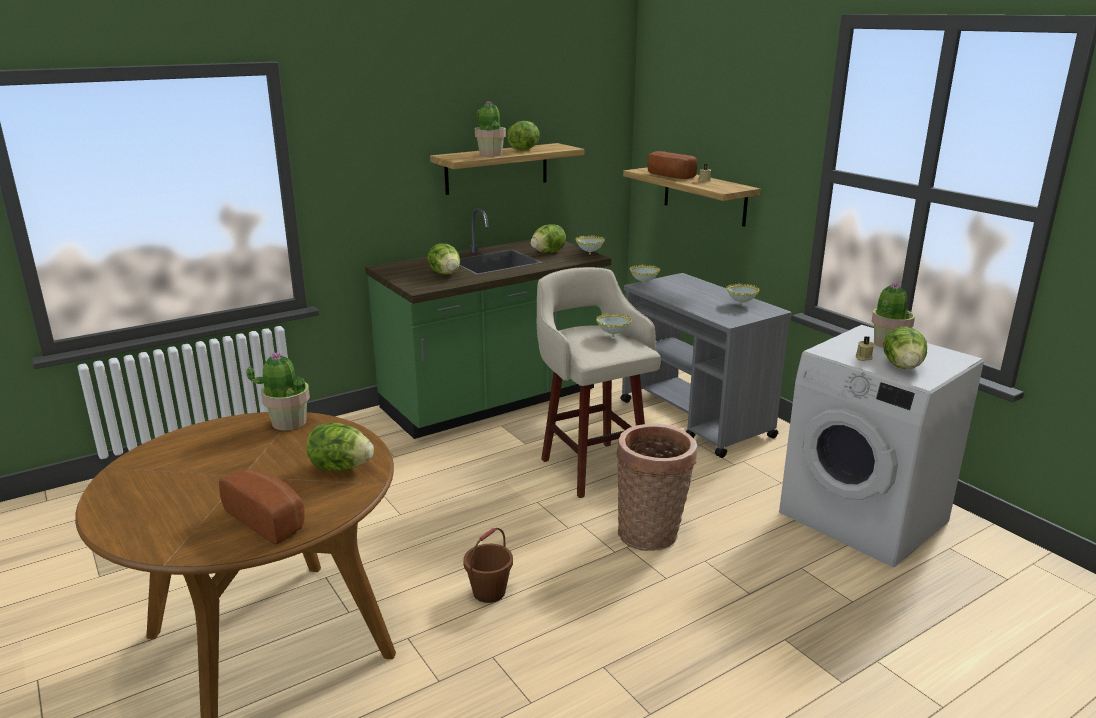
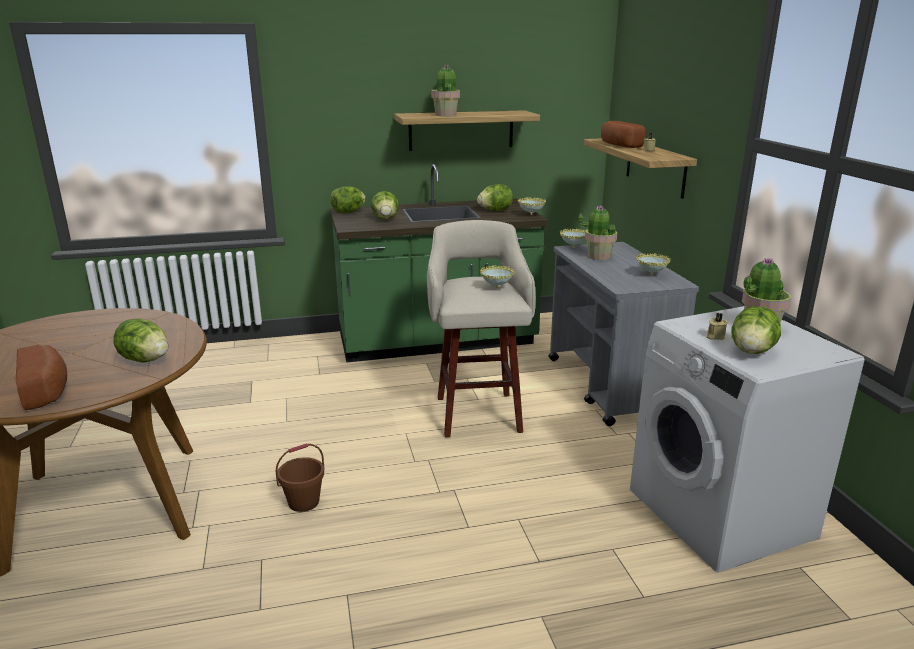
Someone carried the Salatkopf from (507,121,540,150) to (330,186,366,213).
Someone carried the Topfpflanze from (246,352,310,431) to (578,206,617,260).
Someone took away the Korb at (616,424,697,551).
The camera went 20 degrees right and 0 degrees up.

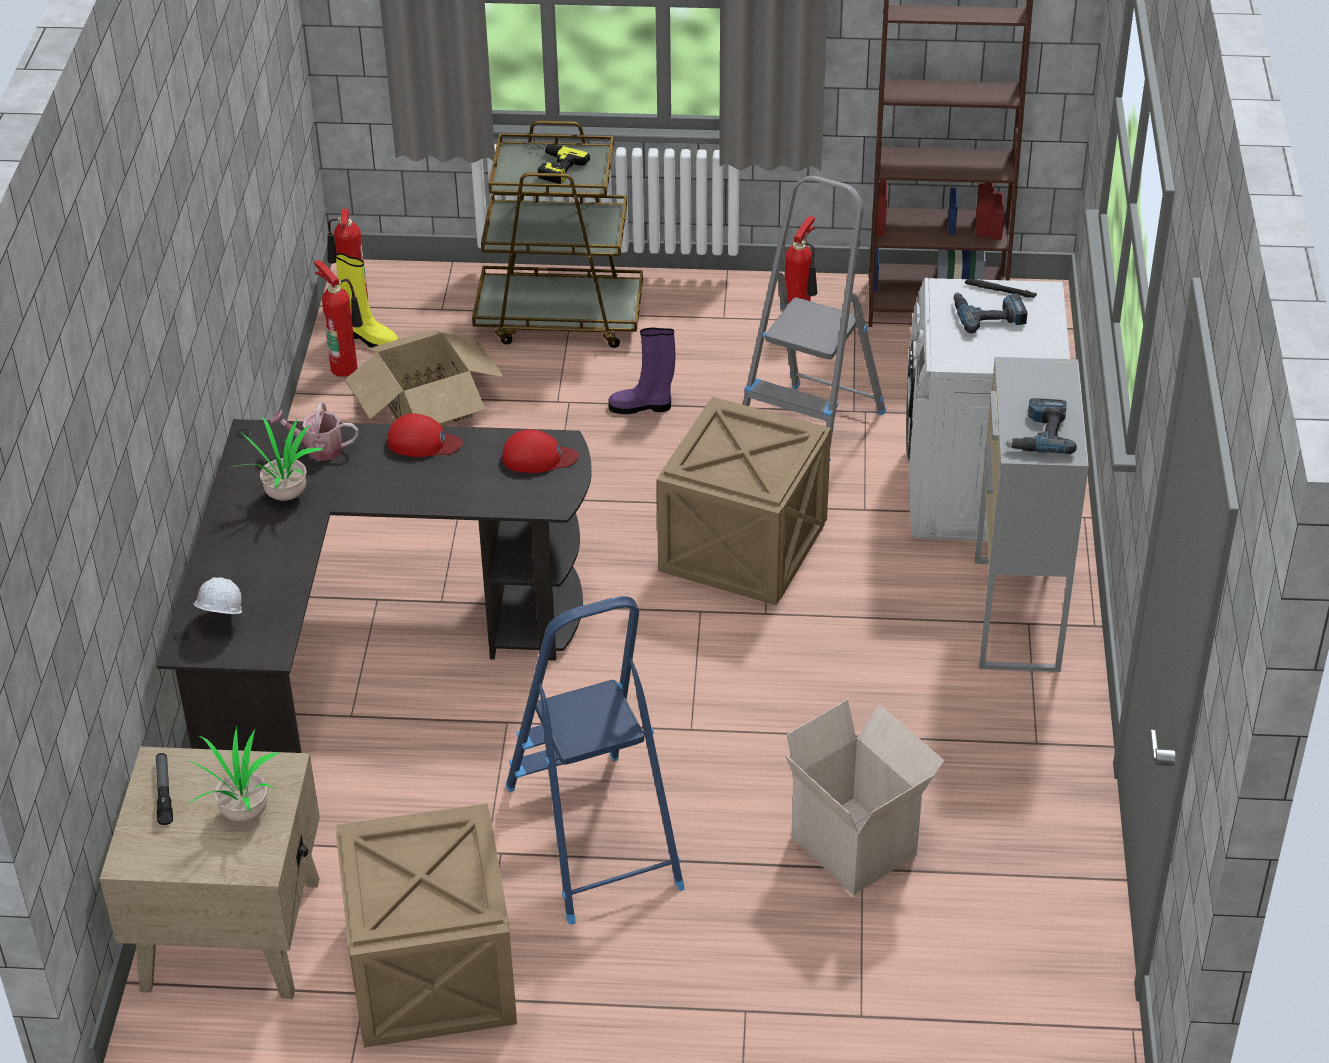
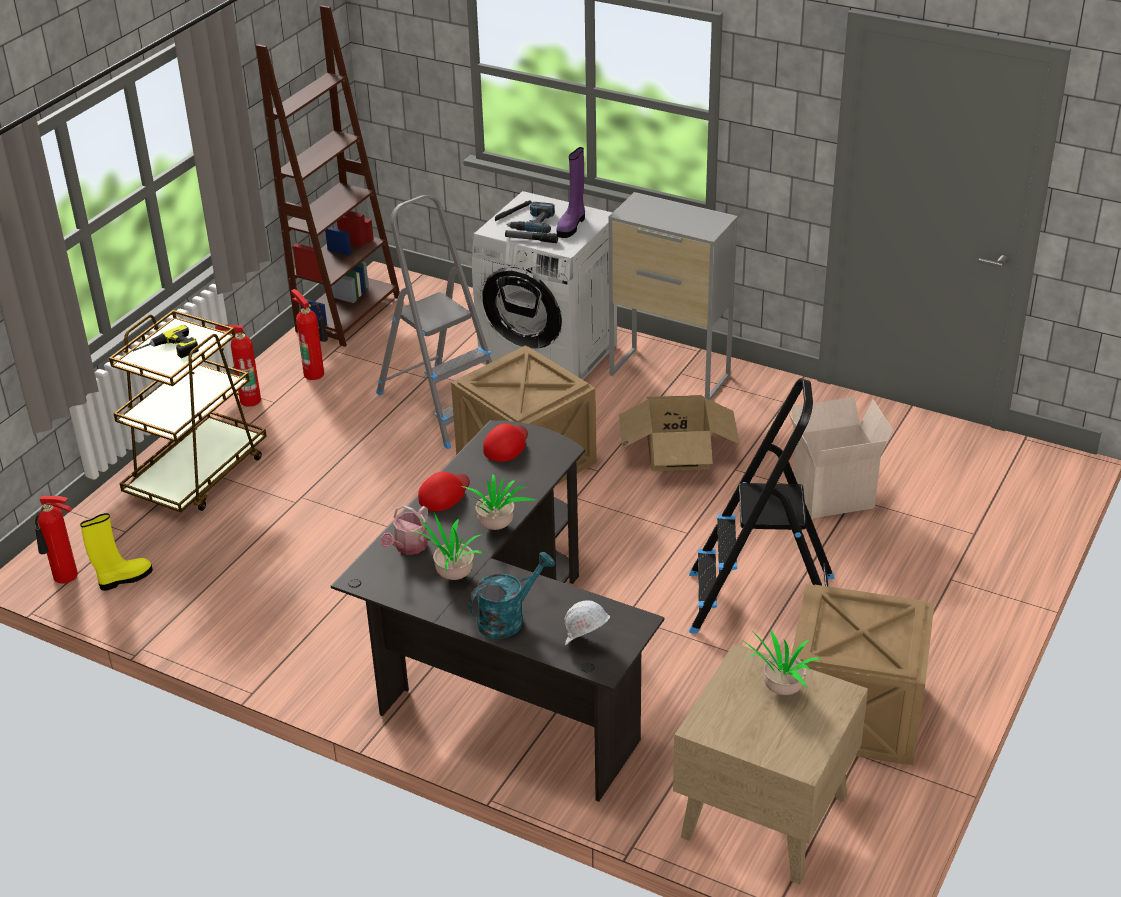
Someone carried the Feuerlöscher from (314,260,363,377) to (215,325,261,407).
Someone carried the Stiefel/lila from (608,328,675,414) to (556,147,585,238).
Someone carried the Karton from (345,330,505,426) to (619,395,740,471).
Someone took away the Bohrmaschine at (1005,398,1077,454).
Someone repainted the Trittleiter/blau at (506,596,685,925), which became the Trittleiter/schwarz at (689,378,835,633).
Someone carried the Taschenlampe from (156,753,173,825) to (505,230,558,243).
Someone put down the Topfpflanze at (461,474,536,530).
Someone put down the Gießkanne/türkis at (468,552,555,639).
The camera went 65 degrees left and 5 degrees down.

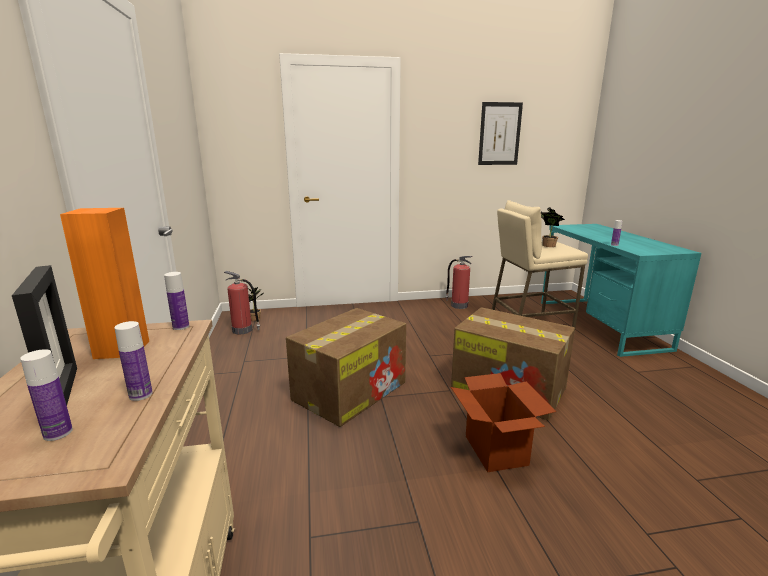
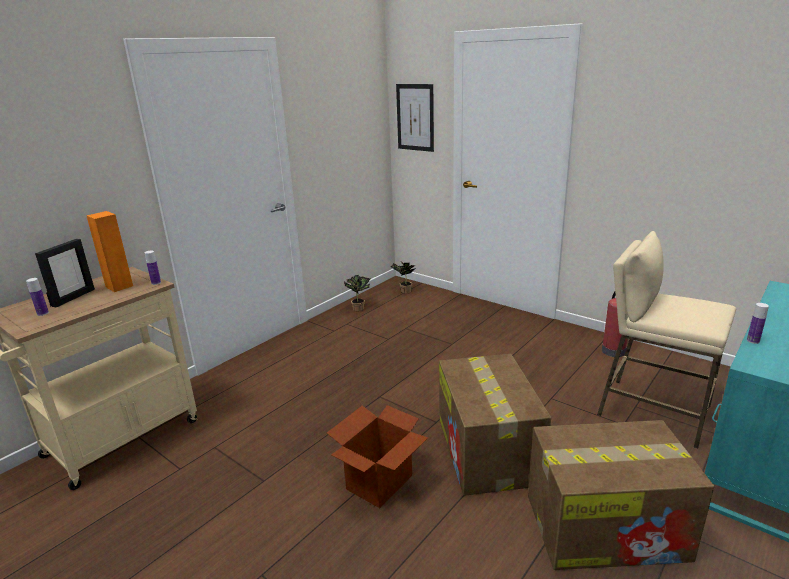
Someone carried the Bild from (478,102,523,165) to (396,84,434,152).
Someone carried the Topfpflanze from (541,207,565,247) to (344,275,370,311).
Someone took away the Feuerlöscher at (224,271,260,334).
Someone carried the Karton from (286,308,406,427) to (528,420,714,570).
Someone took away the Flasche at (114,321,153,401).
The camera went 50 degrees right and 5 degrees up.

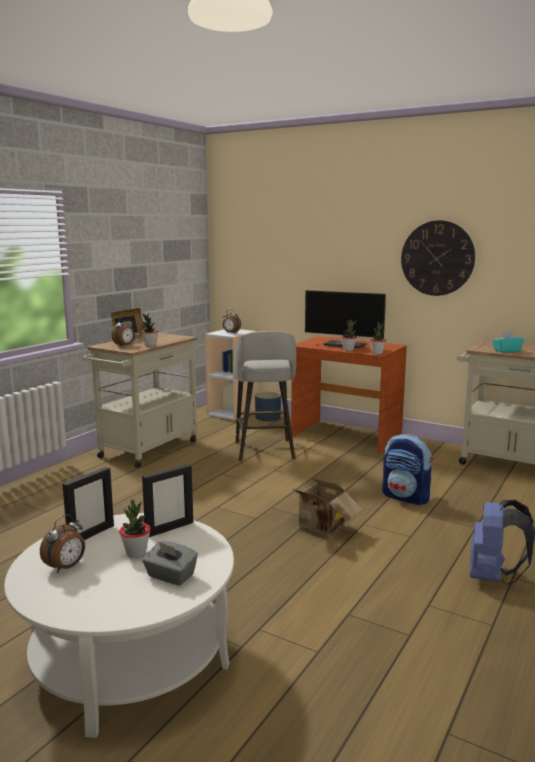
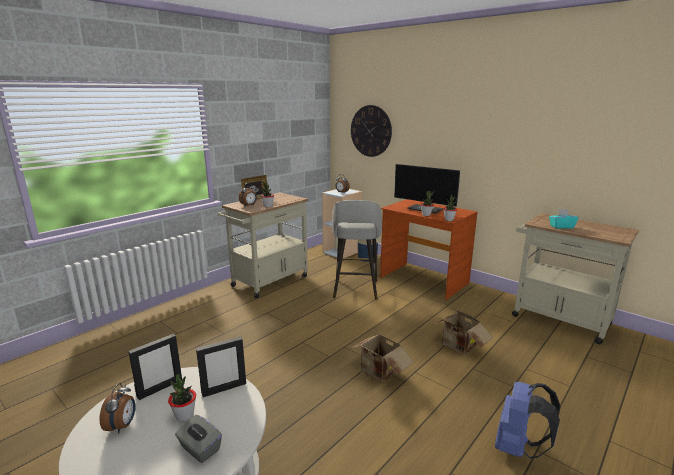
Someone carried the Wanduhr from (401,220,475,296) to (351,105,392,157).
Someone swapped the Rucksack at (382,434,434,505) for the Karton at (432,309,493,355).
Someone rotated the Wecker at (40,514,85,573) by 45 degrees counterclockwise.
The camera went 10 degrees right and 5 degrees up.

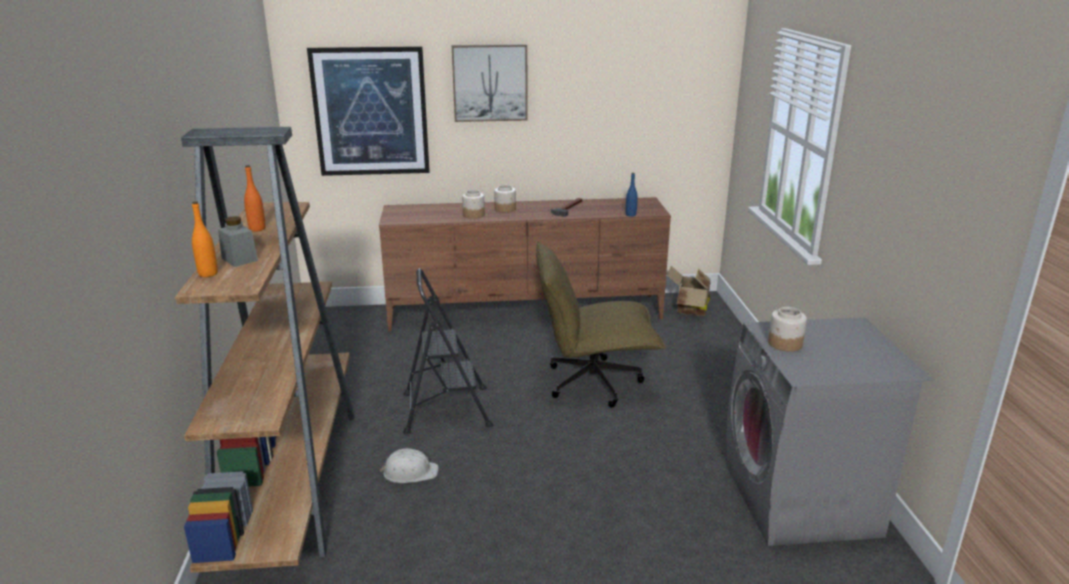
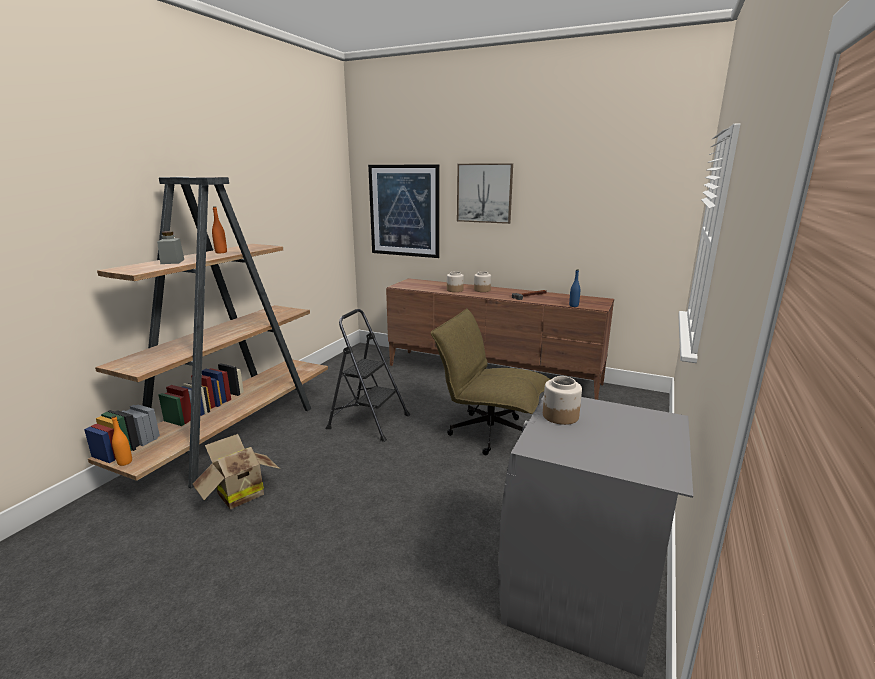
Someone carried the Flasche/orange from (192,201,218,277) to (112,415,132,466).
Someone carried the Karton from (667,266,711,316) to (192,434,280,509).
Someone took away the Schutzhelm/weiß at (379,448,439,483).
The camera went 30 degrees right and 5 degrees down.

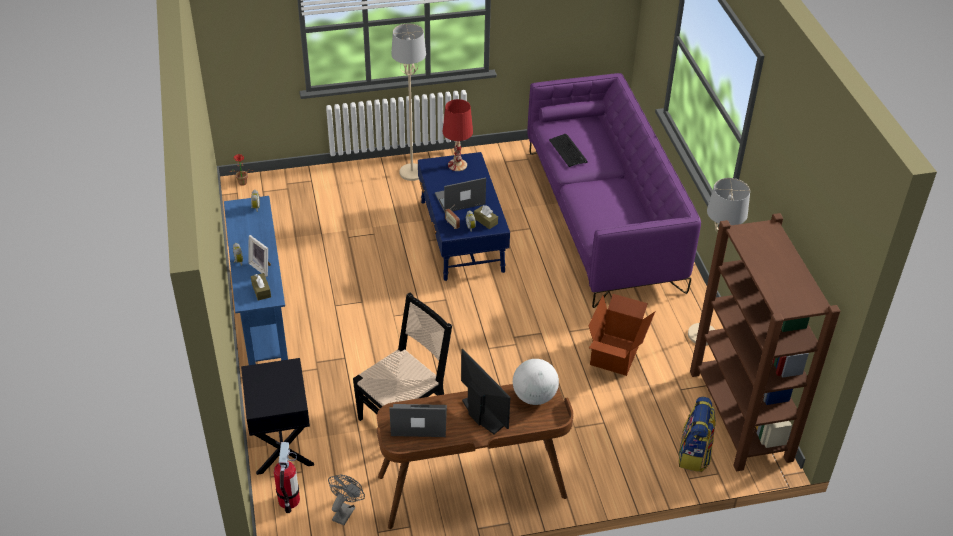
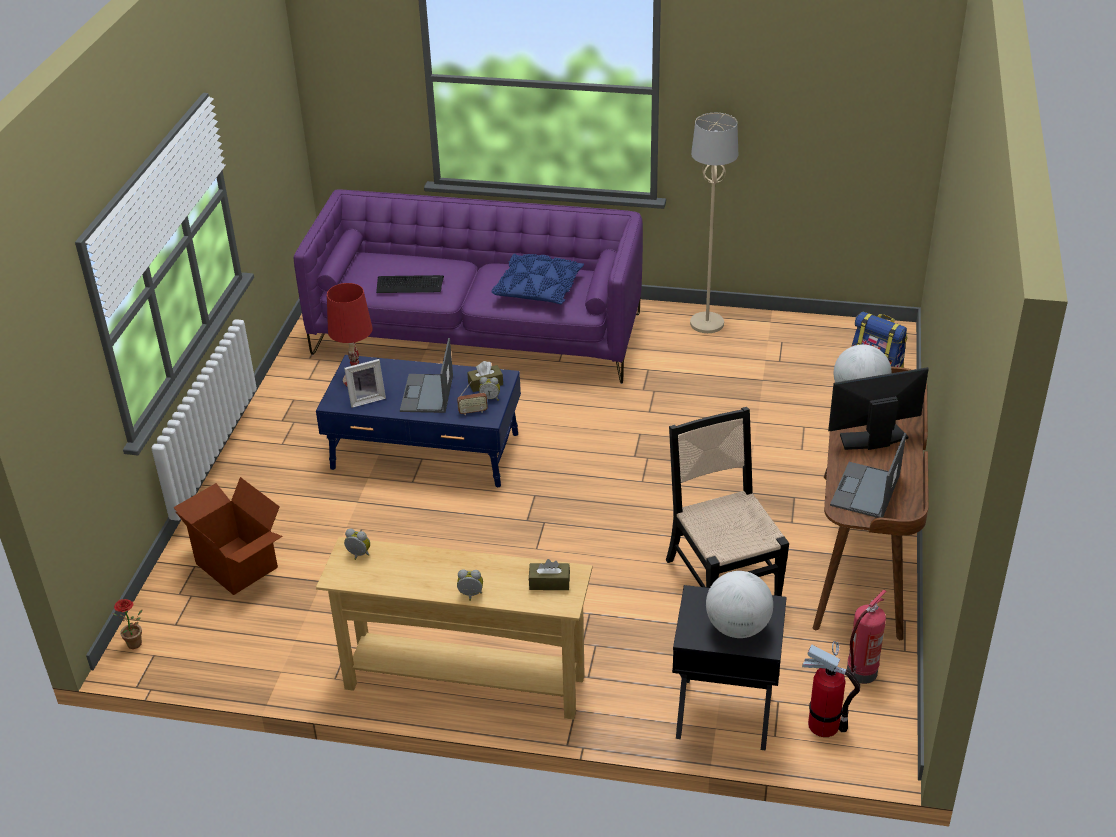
Someone took away the Stehlampe/beige at (391,24,426,181).
Someone repainted the Konsolentisch/blau at (224,196,288,365), which became the Konsolentisch/beige at (316,537,593,720).
Someone took away the Bücherregal/braun at (690,213,840,471).
Someone carried the Bilderrahmen from (248,235,271,277) to (344,359,386,408).
Someone carried the Karton from (589,294,656,376) to (173,477,283,595).
Someone swapped the Ventilator/grau at (328,475,365,525) for the Feuerlöscher at (847,590,887,684).
Someone put down the Kissen/blau at (492,254,584,304).
Someone put down the Globus at (706,571,773,638).
The camera went 65 degrees left and 5 degrees down.

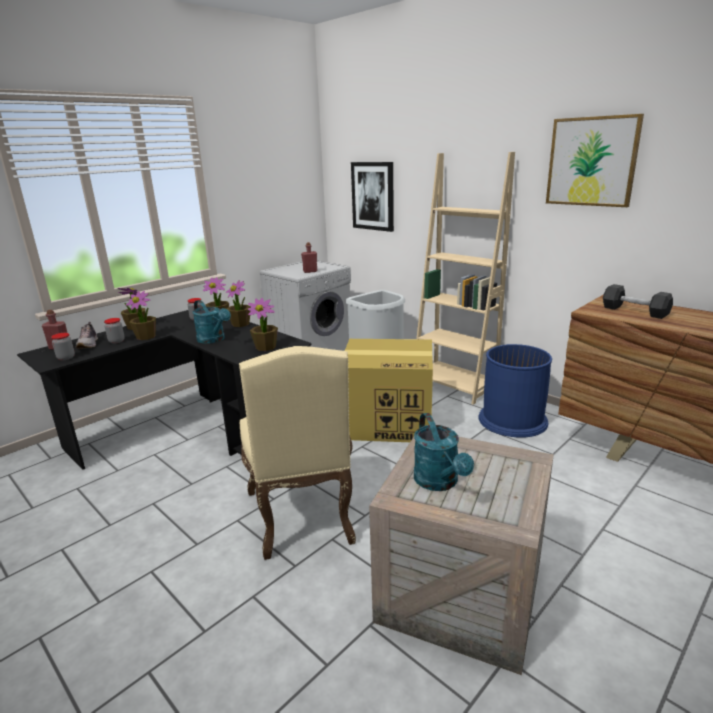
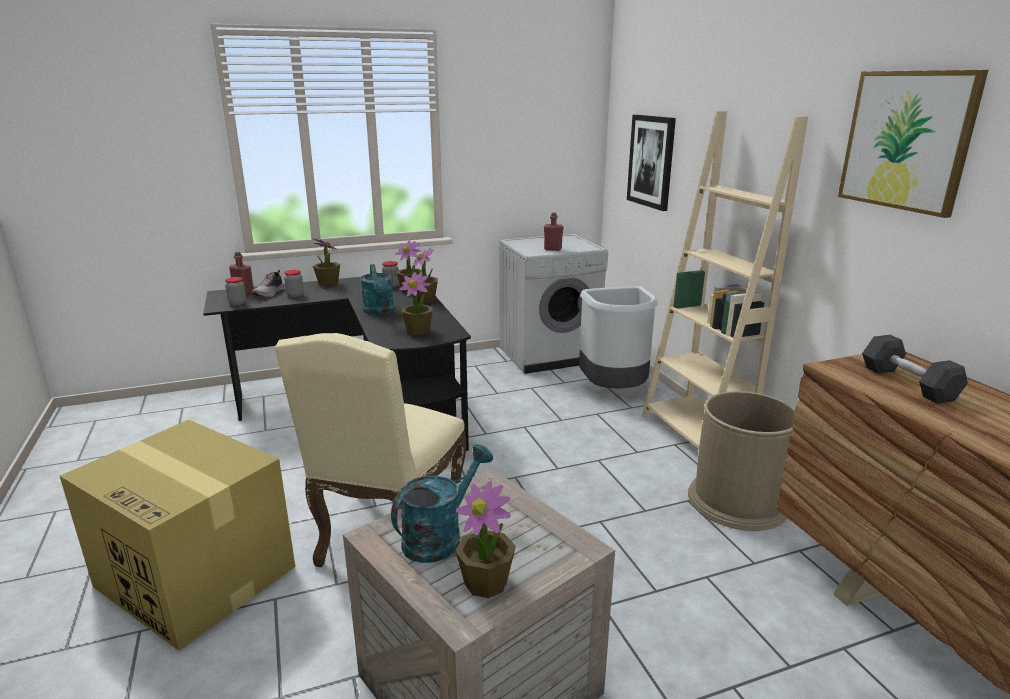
Someone carried the Topfpflanze from (126,291,156,340) to (455,481,516,598).
Someone carried the Karton from (345,339,433,442) to (60,420,295,651).
Someone repainted the Mülleimer/blau at (479,344,552,438), which became the Mülleimer/braun at (688,391,795,531).
Someone rotated the Gießkanne/türkis at (414,413,474,491) by 150 degrees counterclockwise.
The camera went 25 degrees right and 0 degrees up.

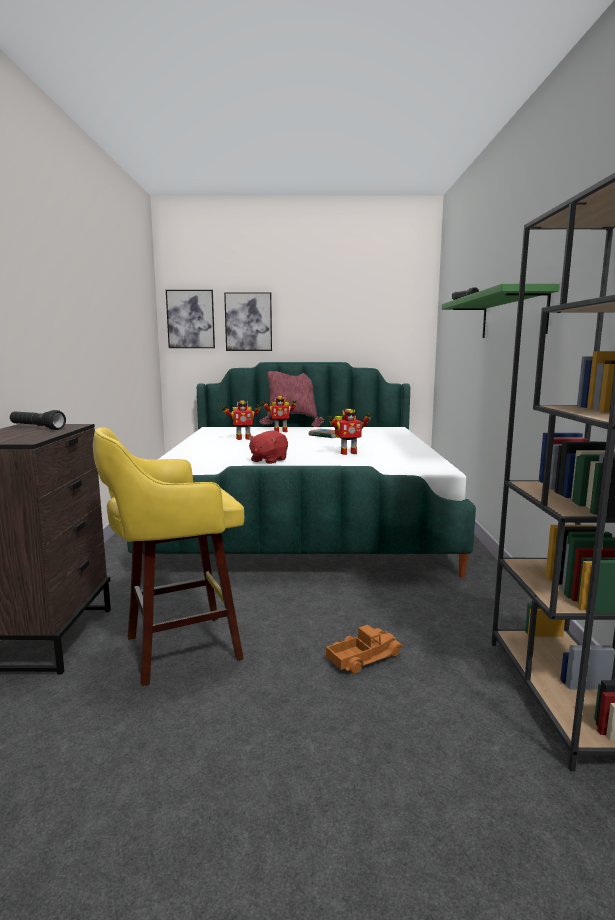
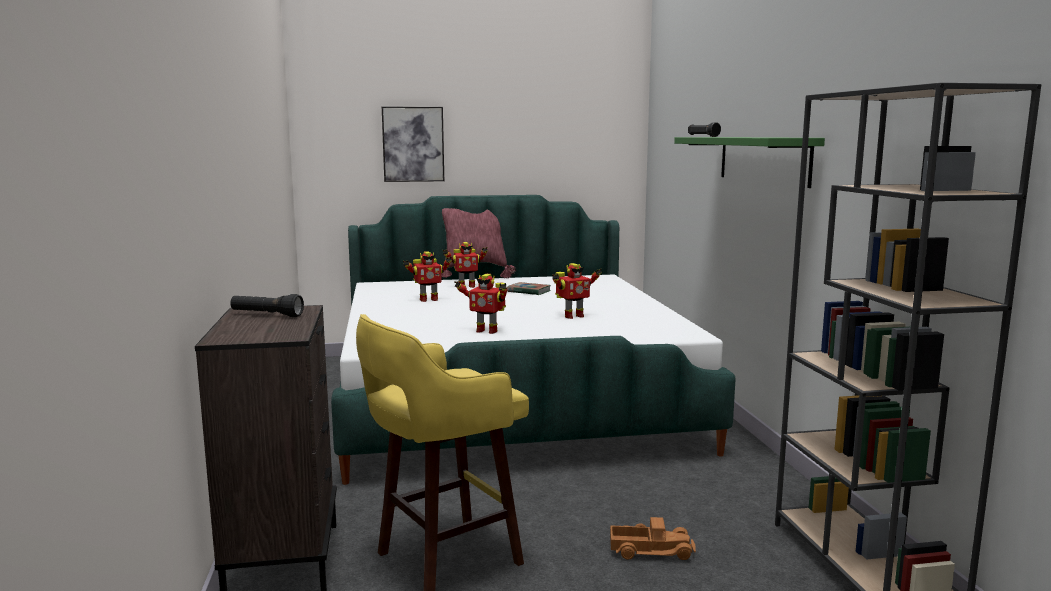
Someone took away the Bild at (166,290,215,348).
Someone swapped the Plüschtier/rot at (248,431,288,464) for the Spielzeugroboter at (454,274,507,334).
Someone rotated the Spielzeuglaster at (326,625,404,674) by 45 degrees clockwise.
The camera went 10 degrees left and 0 degrees up.

